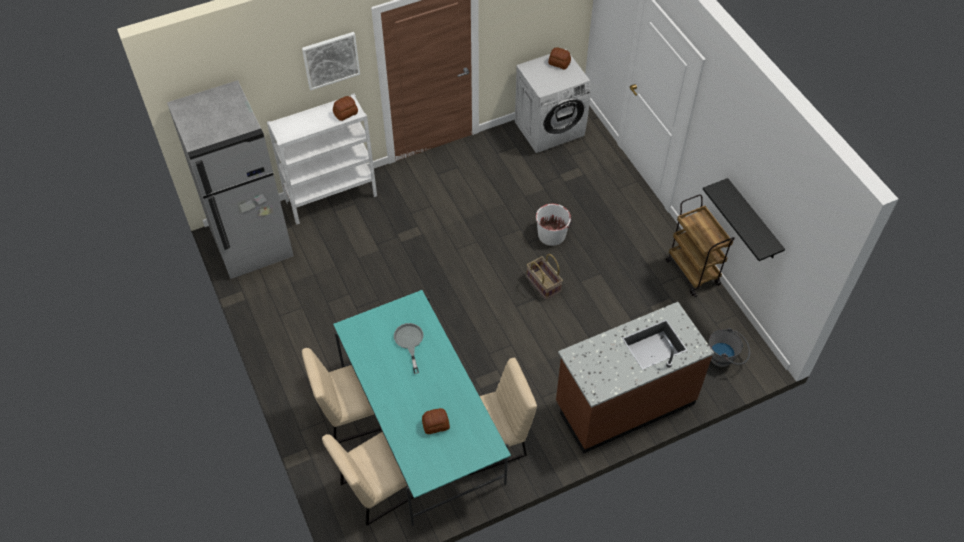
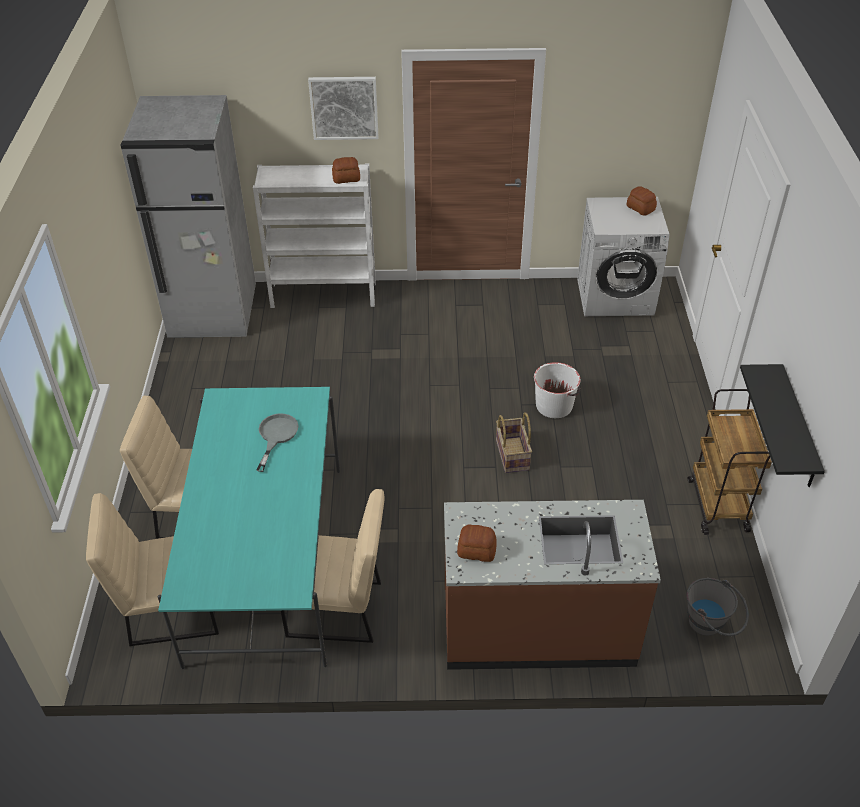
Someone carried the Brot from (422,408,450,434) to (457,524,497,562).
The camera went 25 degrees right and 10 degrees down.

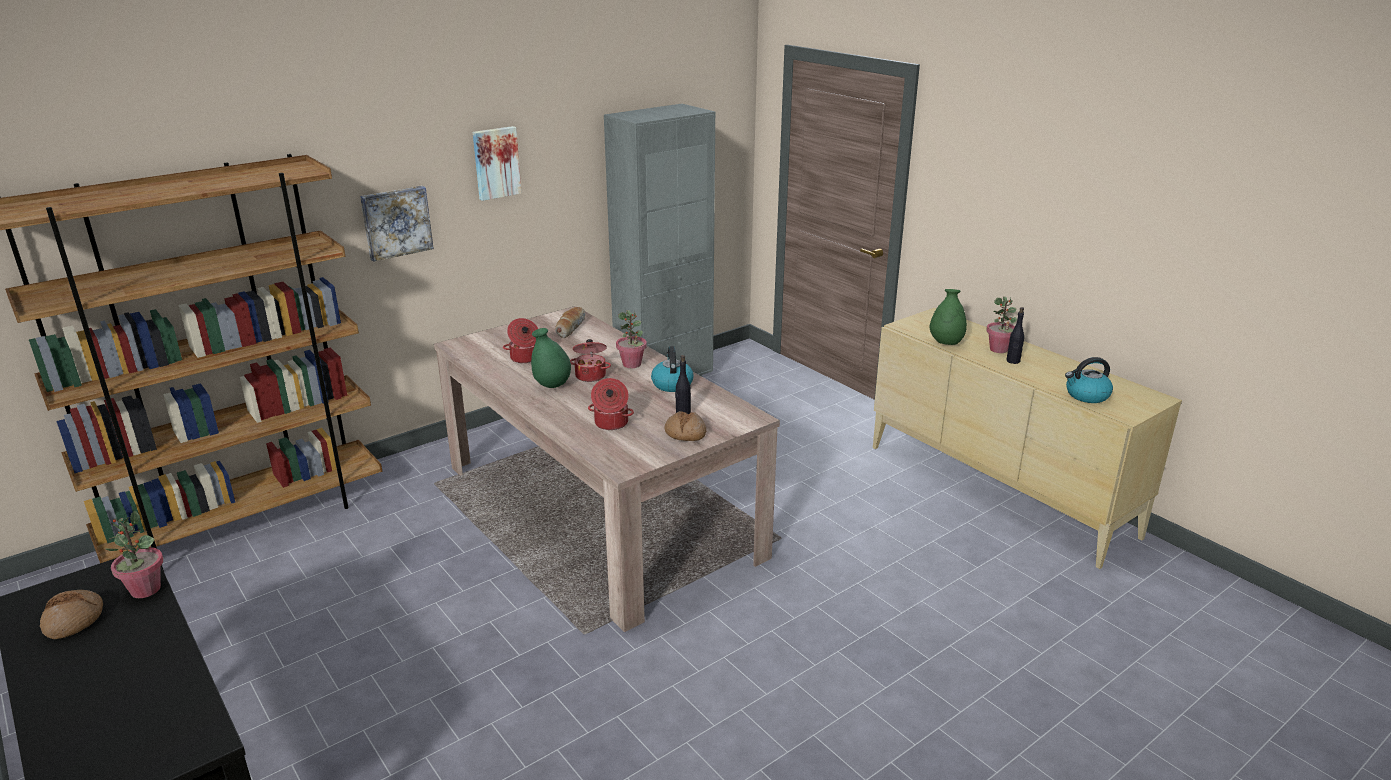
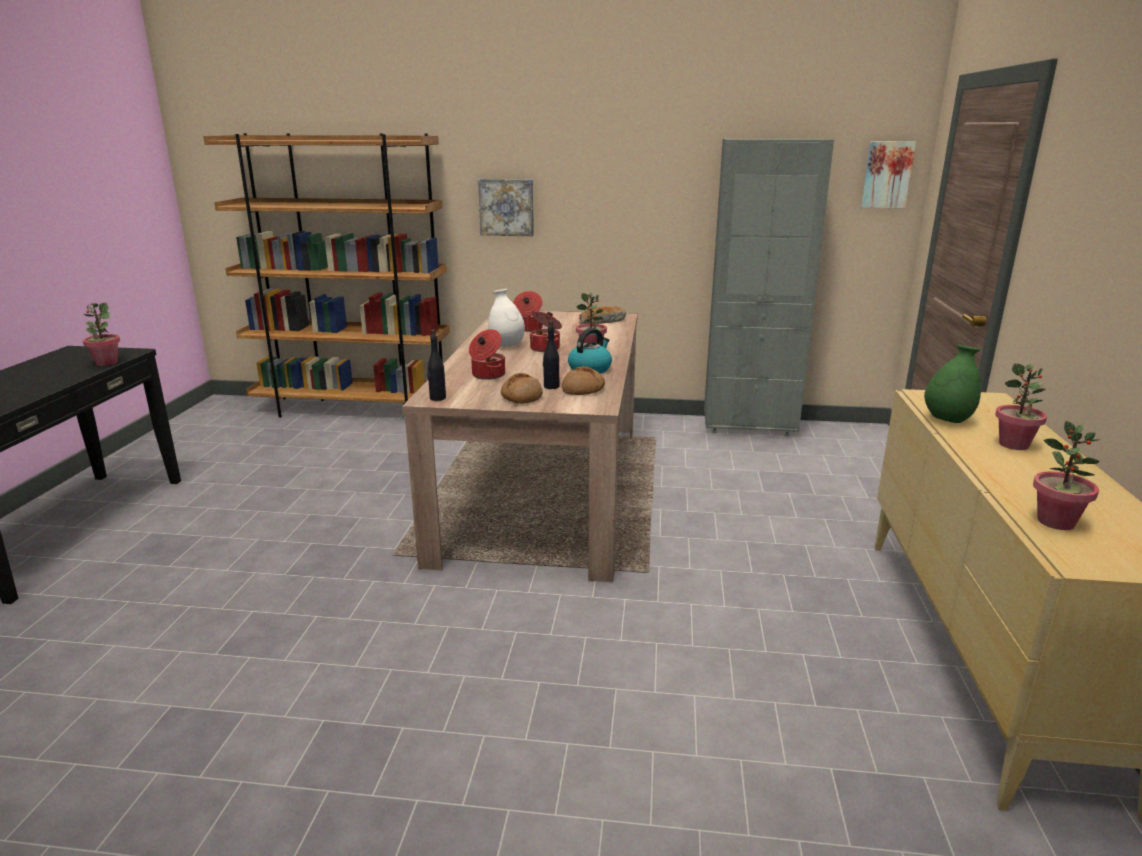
Someone carried the Bild from (473,126,522,201) to (861,141,916,208).
Someone carried the Flasche/schwarz from (1006,307,1024,364) to (427,329,446,401).
Someone repainted the Vase/grün at (531,328,571,388), which became the Vase/weiß at (488,289,525,346).
Someone swapped the Wasserkessel at (1065,357,1113,403) for the Topfpflanze at (1033,421,1100,530).
Someone carried the Brot from (40,590,103,639) to (562,366,605,395).
The camera went 45 degrees right and 5 degrees down.

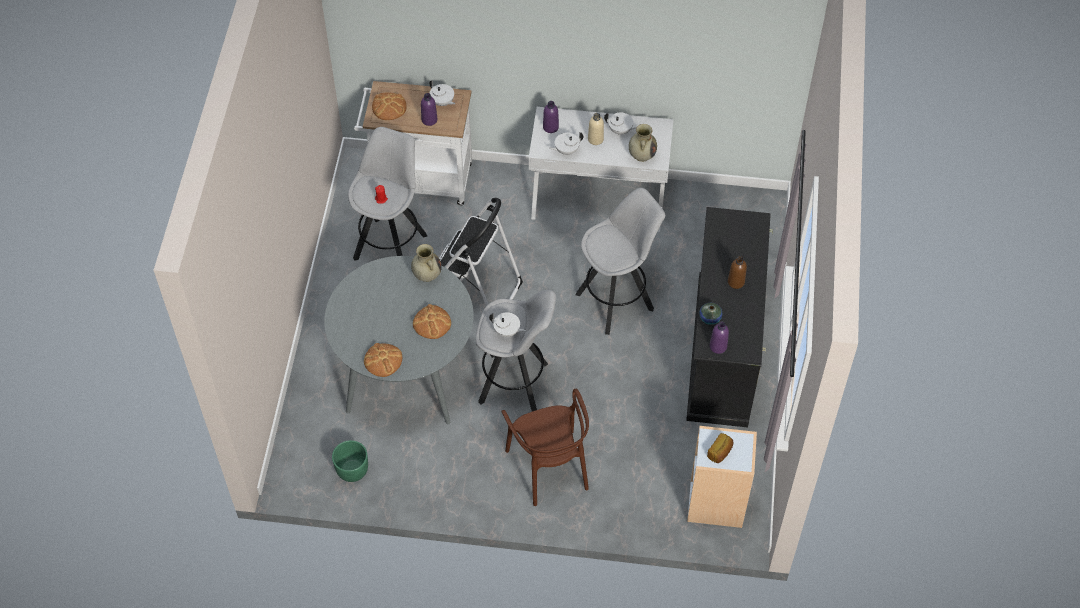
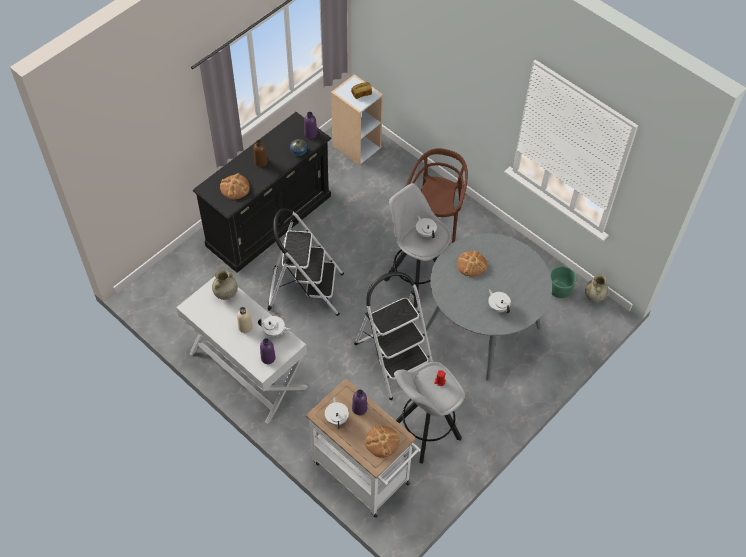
Someone carried the Teekanne/weiß from (604,113,637,135) to (488,289,511,313).
Someone swapped the Hocker/grau at (576,188,665,335) for the Trittleiter at (268,208,344,316).
Someone carried the Vase/beige from (411,244,442,282) to (585,274,608,302).
Someone carried the Brot from (364,343,402,377) to (220,173,250,200).
The camera went 145 degrees left and 0 degrees up.

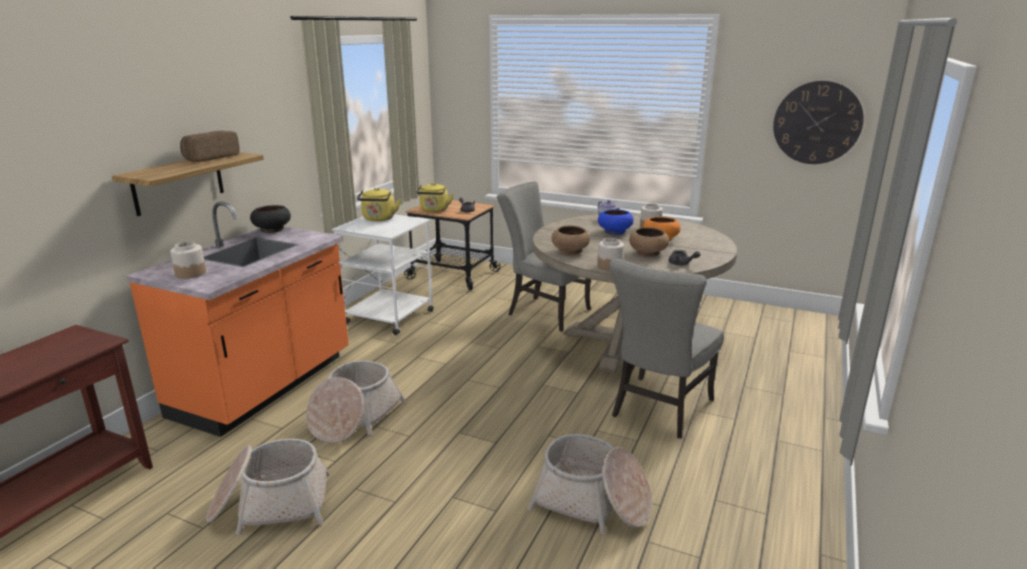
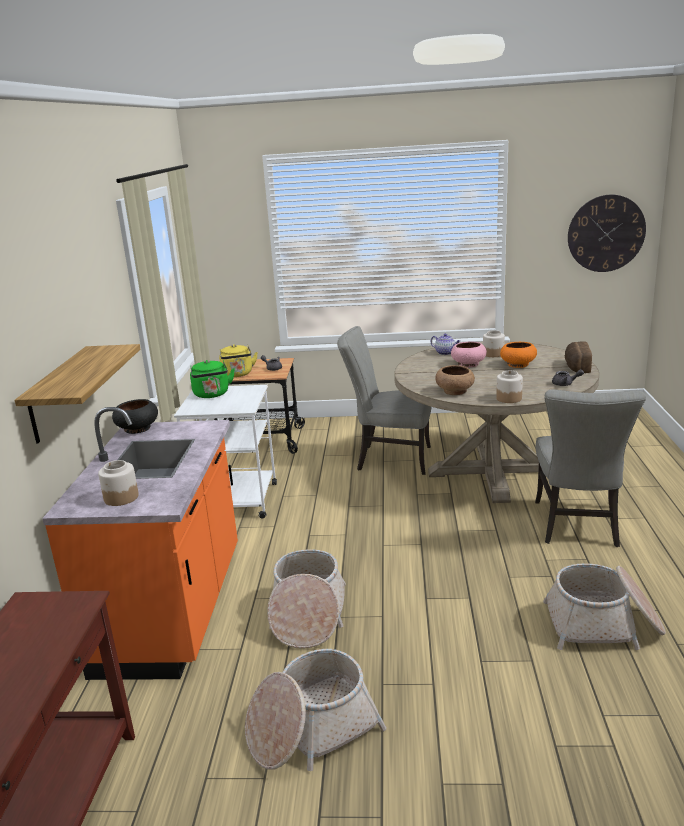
Someone carried the Brot from (180,131,240,162) to (565,341,592,373).
Someone repainted the Wasserkessel/gelb at (357,188,401,221), which became the Wasserkessel/grün at (190,360,235,398).
Someone repainted the Schüssel/blau at (598,209,634,235), which became the Schüssel/rosa at (451,341,487,367).
Someone took away the Schüssel/braun at (629,227,669,257).
The camera went 20 degrees left and 0 degrees up.

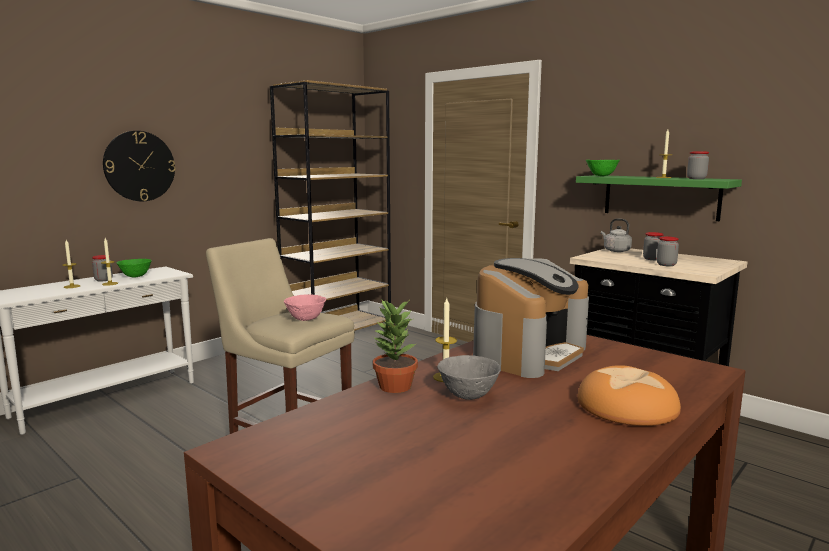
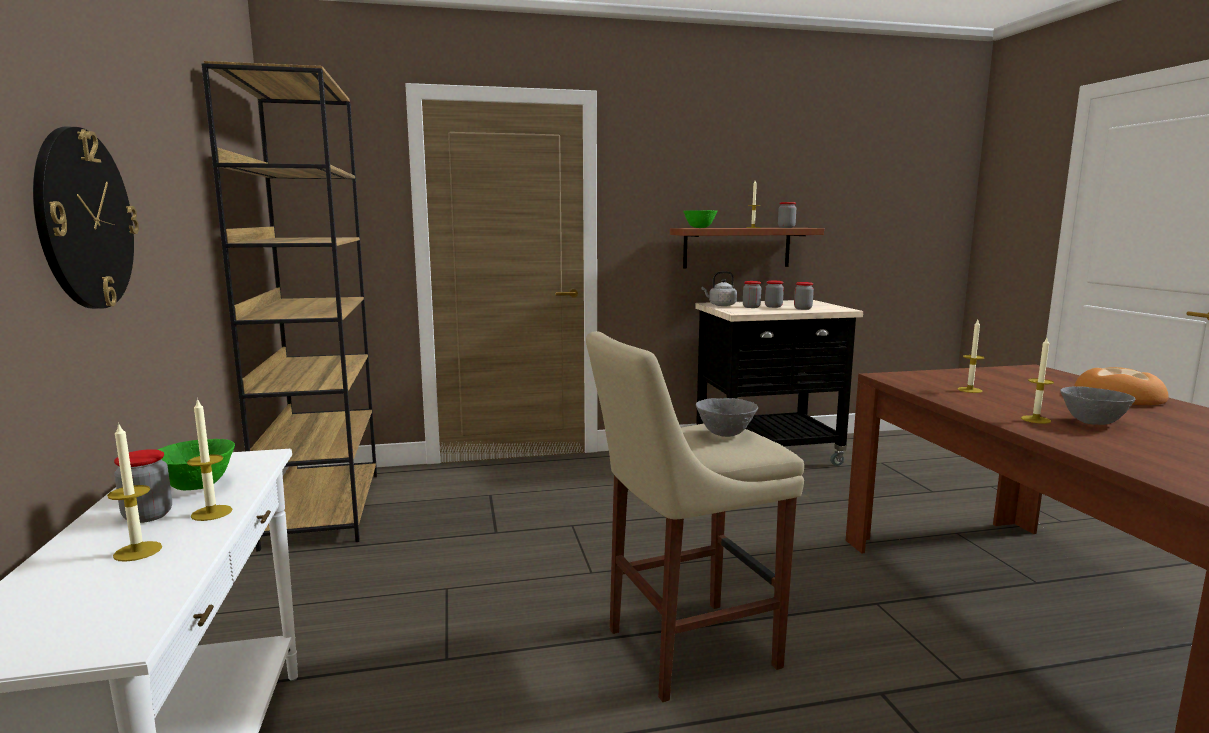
Someone repainted the Wandregal/grün at (576,175,742,221), which became the Wandregal/braun at (670,228,824,268).
Someone swapped the Kaffeemaschine at (473,258,589,378) for the Kerze at (958,320,984,393).
Someone repainted the Schüssel/rosa at (284,294,326,321), which became the Schüssel/grau at (696,398,758,437).
Someone took away the Topfpflanze at (373,299,418,393).
Someone put down the Vorratsglas at (743,281,761,308).
The camera went 55 degrees left and 0 degrees up.

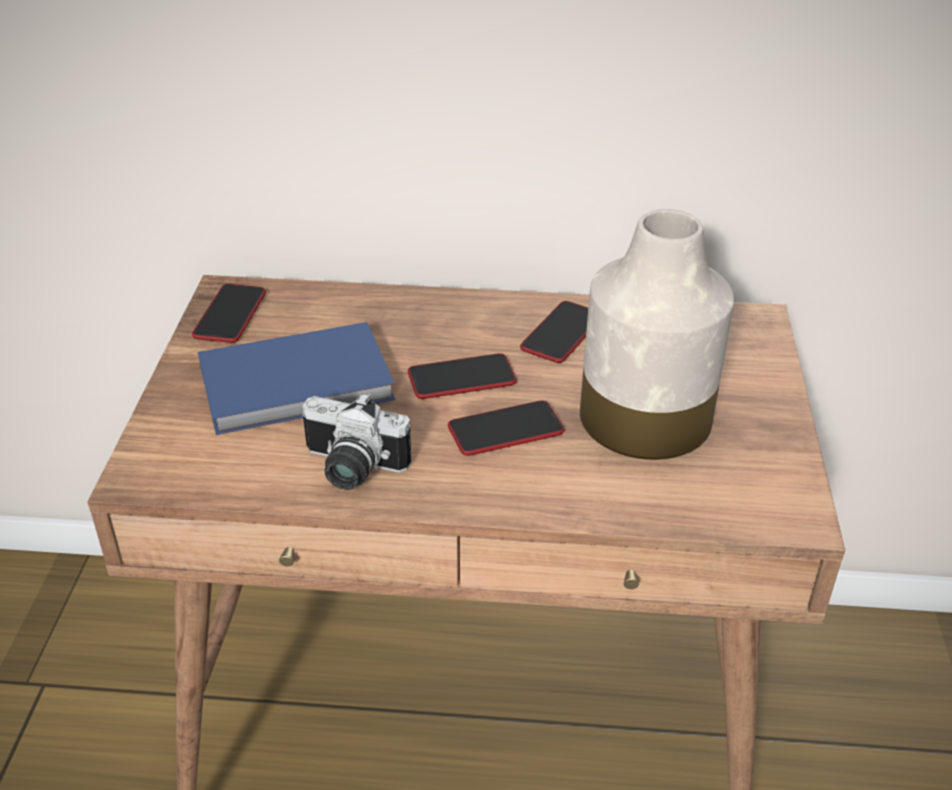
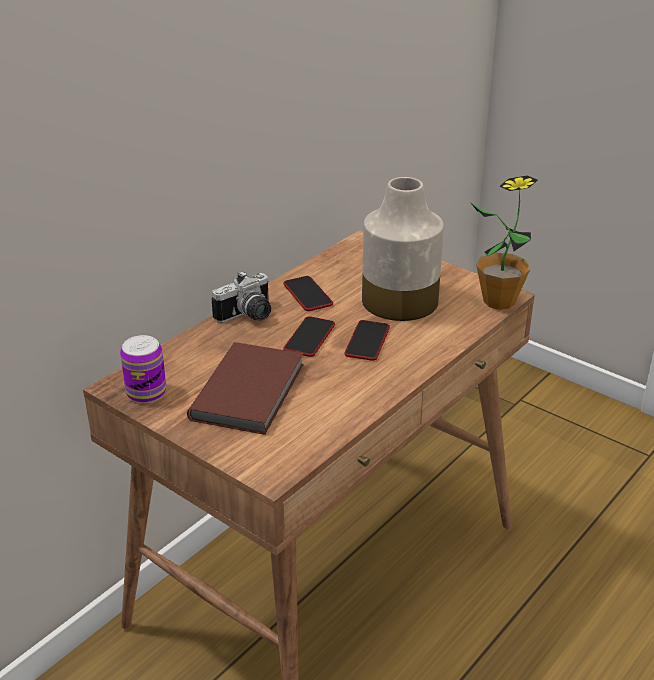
Someone swapped the Handy at (192,284,266,343) for the Dose at (120,335,166,403).
Someone repainted the Buch/blau at (198,322,395,435), which became the Buch/braun at (187,342,304,435).
Someone carried the Kamera from (302,392,411,490) to (212,271,271,323).
Someone put down the Topfpflanze at (470,175,538,310).
The camera went 55 degrees left and 5 degrees down.

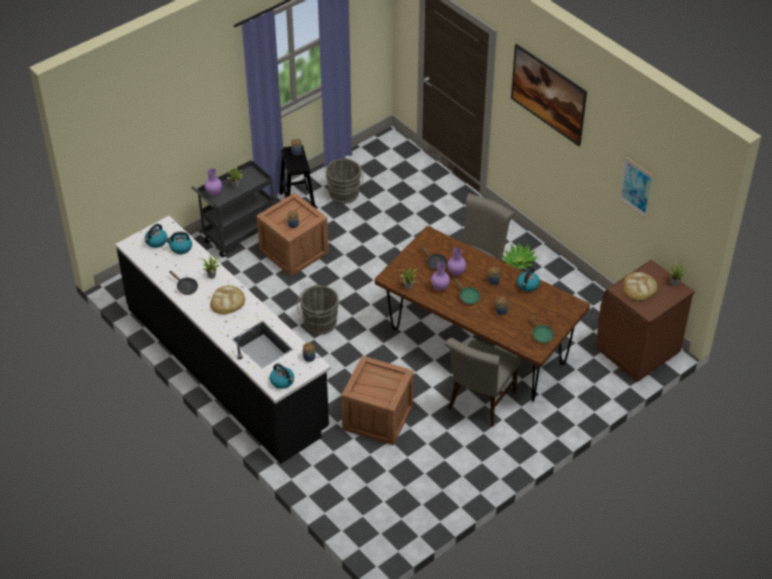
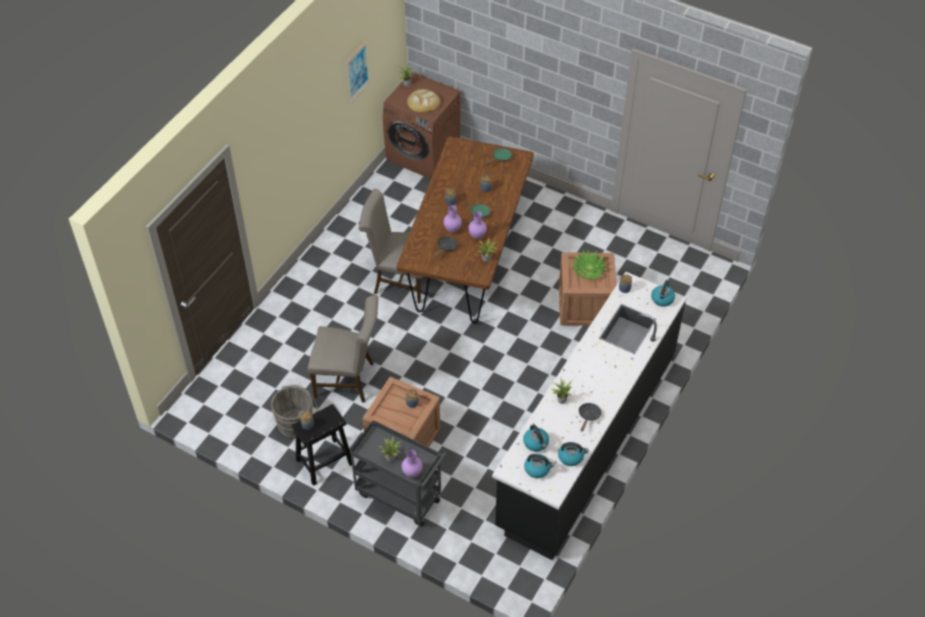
Someone took away the Bild at (511,44,587,146).
Someone carried the Topfpflanze from (502,242,538,269) to (570,250,608,280).
Someone carried the Wasserkessel from (517,267,540,292) to (558,442,589,466).
Someone took away the Eimer/grau at (297,284,339,335).
Someone took away the Brot at (210,285,245,314).
Someone carried the Stuhl/beige from (445,338,520,427) to (307,295,378,403).
The camera went 110 degrees left and 5 degrees up.

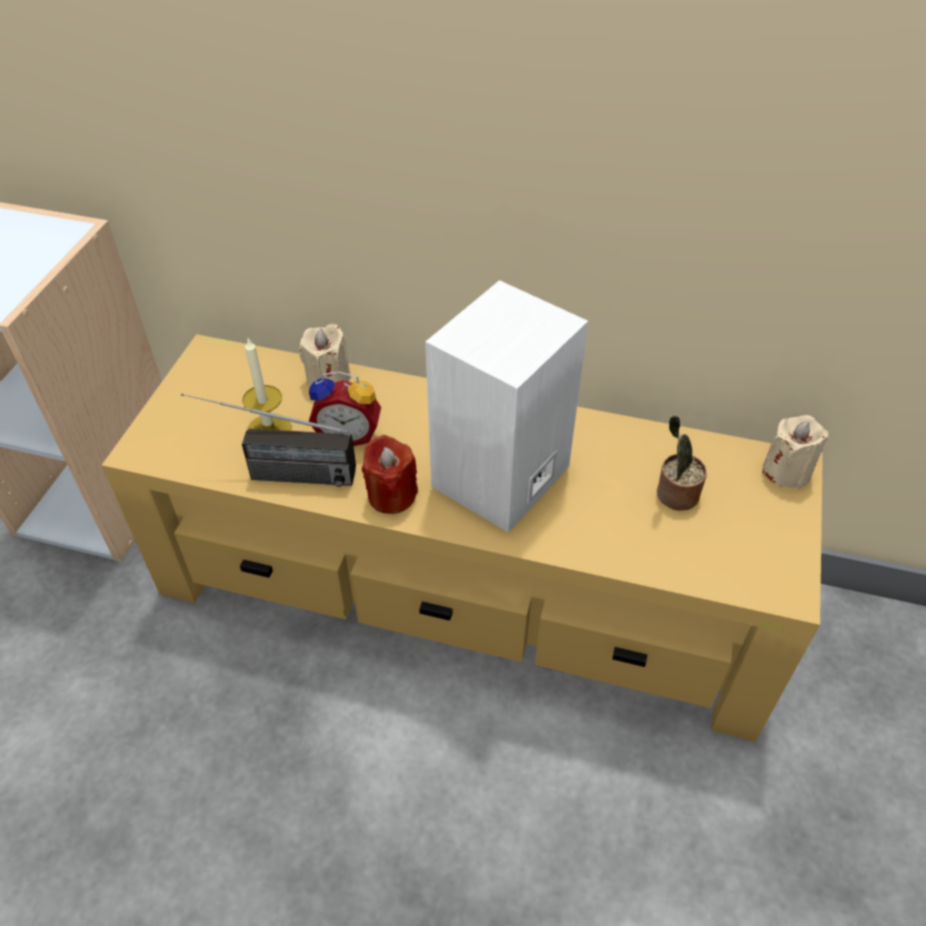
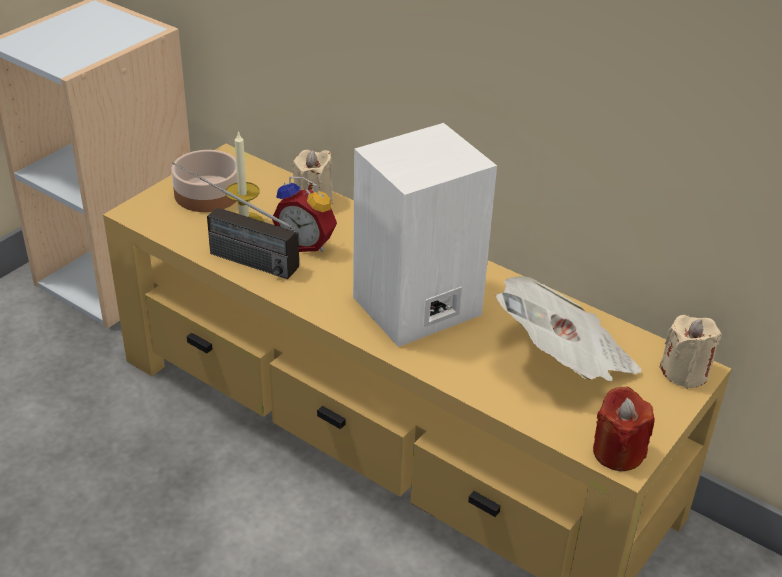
Someone swapped the Topfpflanze at (657,415,707,510) for the Zeitung at (495,276,641,381).
Someone carried the Kerze/rot from (362,435,418,514) to (593,387,655,471).
Someone put down the Schüssel at (171,150,237,212).
The camera went 20 degrees right and 10 degrees down.

